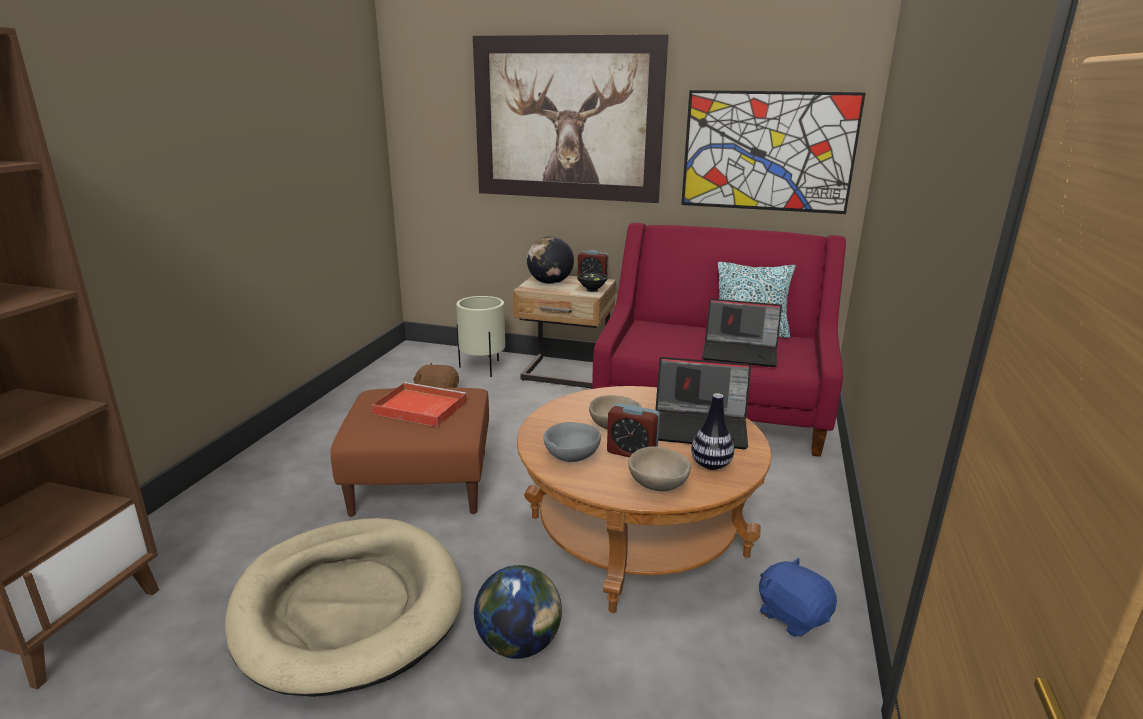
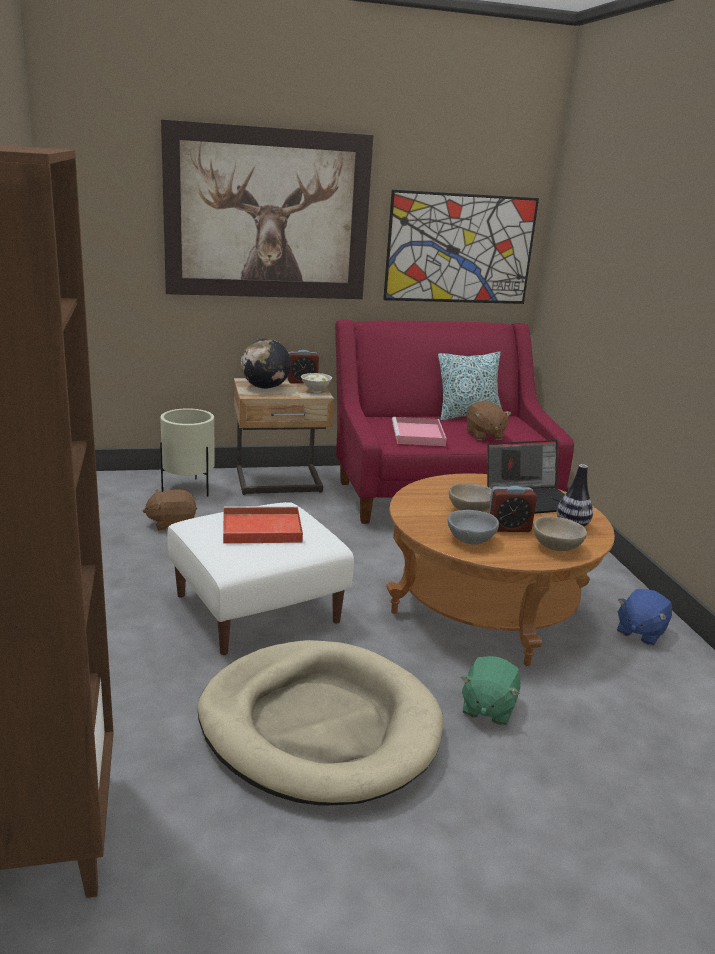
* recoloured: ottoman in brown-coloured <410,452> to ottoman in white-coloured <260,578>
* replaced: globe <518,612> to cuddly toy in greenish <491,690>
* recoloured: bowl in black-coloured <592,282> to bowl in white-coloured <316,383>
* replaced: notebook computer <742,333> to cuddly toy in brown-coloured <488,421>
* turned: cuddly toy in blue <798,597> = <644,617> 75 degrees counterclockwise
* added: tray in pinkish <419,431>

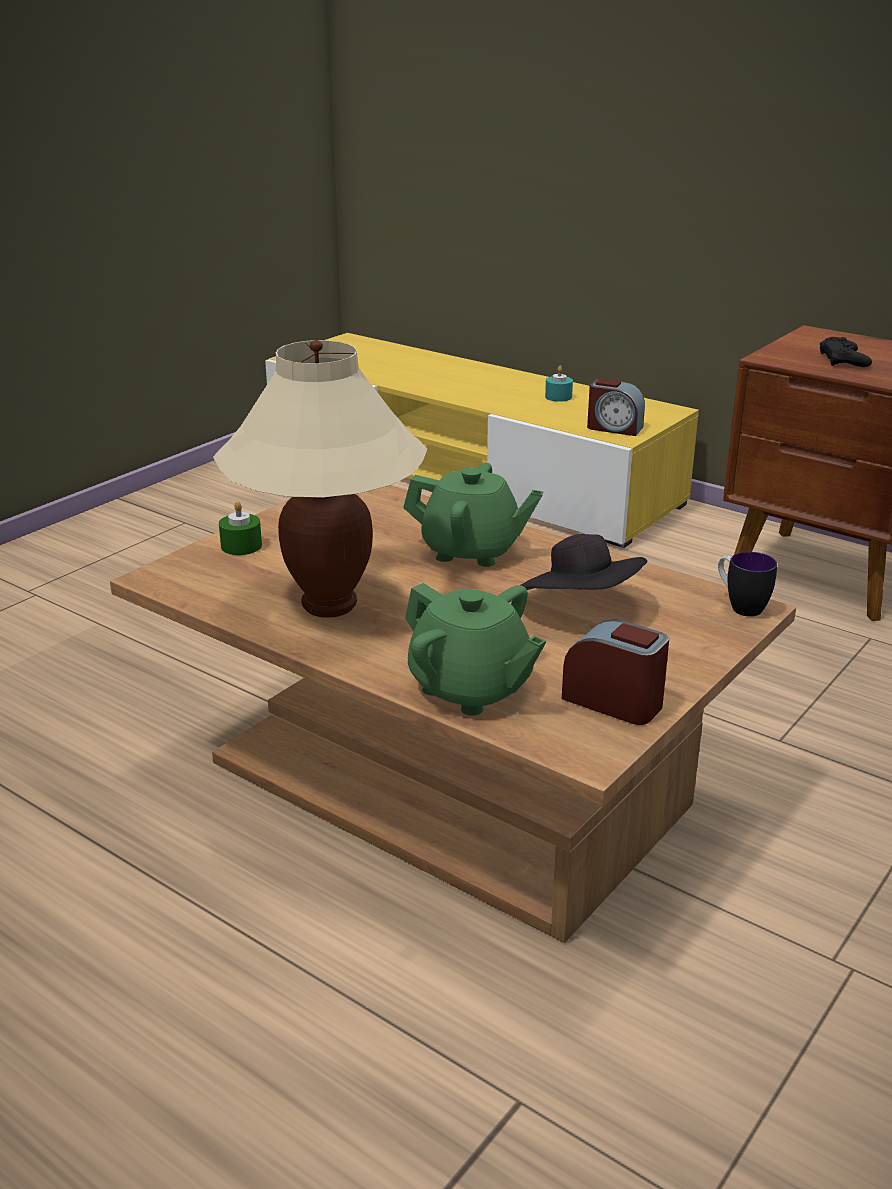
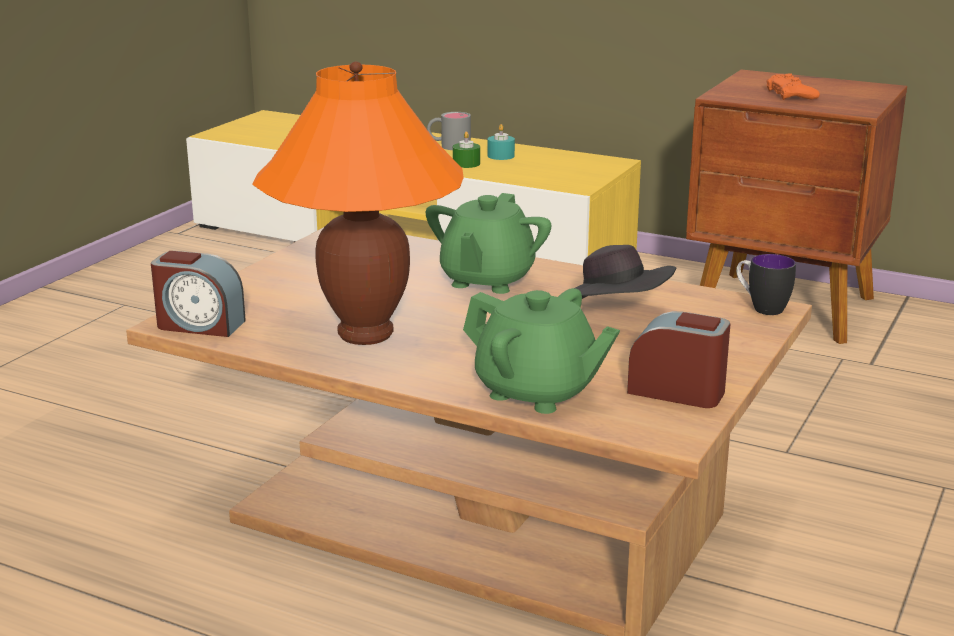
* recoloured: lamp for a table in beige-coloured <320,479> to lamp for a table in orange-coloured <358,203>
* moved: candle in greenish <240,528> to <466,149>
* turned: pot for tea in greenish <473,515> = <488,243> 105 degrees clockwise
* moved: table clock <616,407> to <198,294>
* recoloured: game controller in black-coloured <846,352> to game controller in orange-coloured <793,86>
* added: coffee mug in grey <449,131>

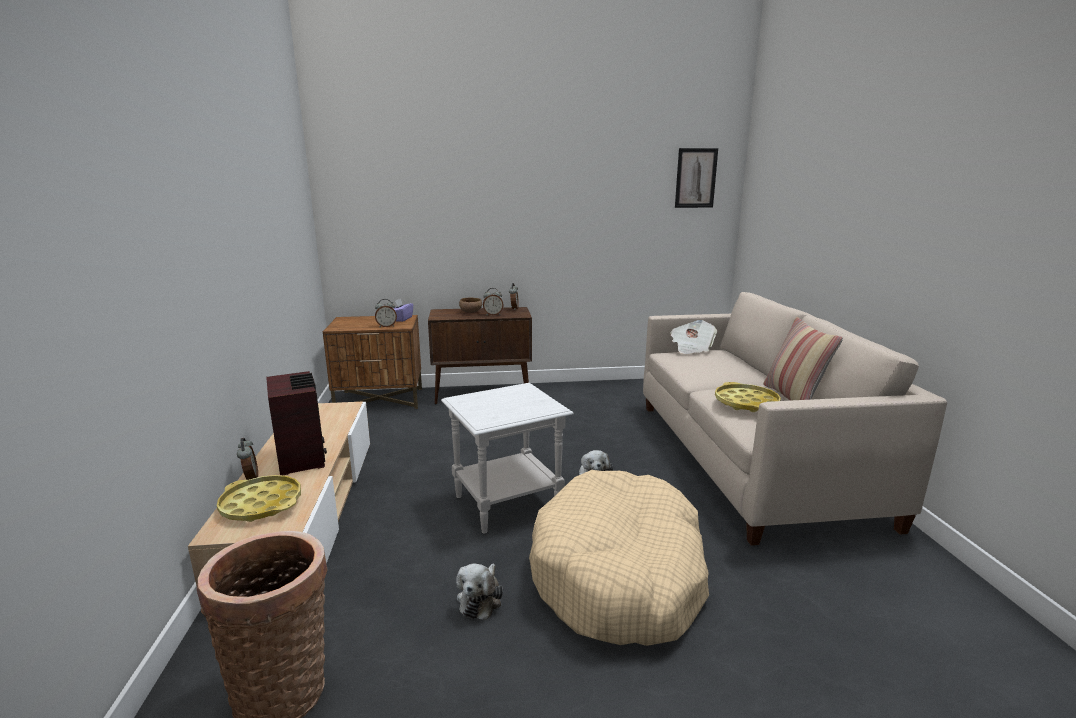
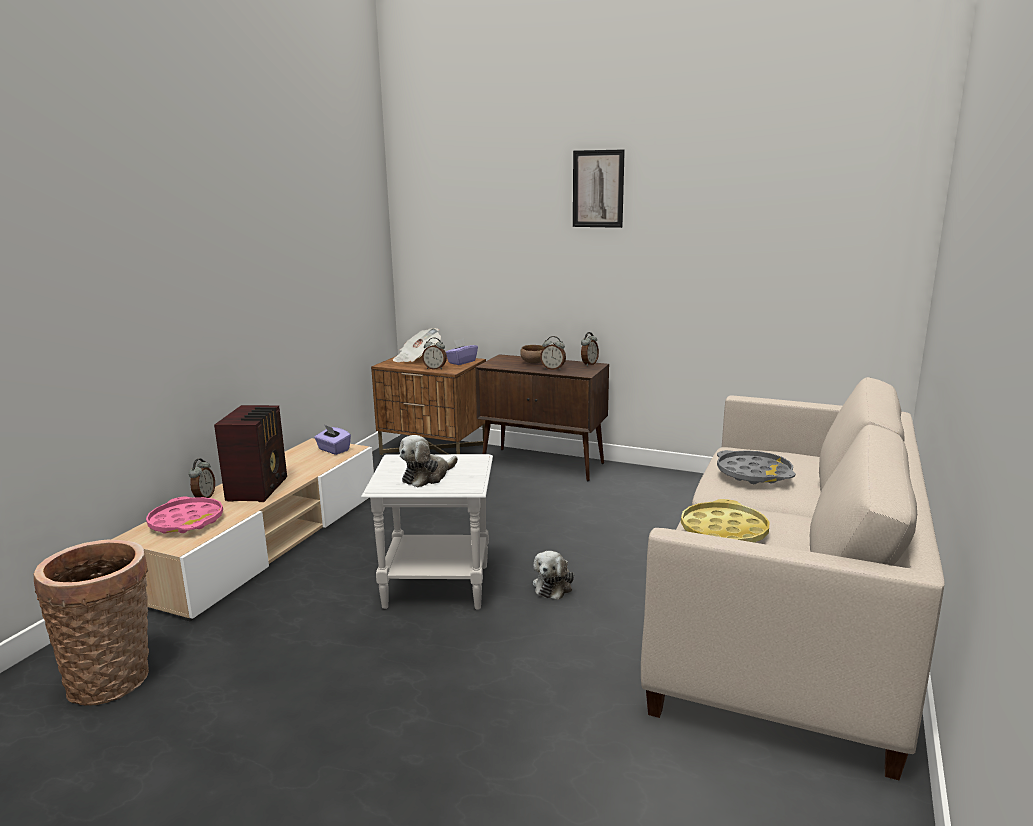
* recoloured: tray in yellow <259,498> to tray in pinkish <184,515>
* moved: cuddly toy <479,592> to <428,461>
* removed: pet bed in beige-coloured <619,558>
* moved: printed paper <693,337> to <417,345>
* moved: wall picture <696,178> to <599,188>
* removed: throw pillow <803,359>
* added: tissue box in purple <332,440>
* added: tray in grey <756,467>

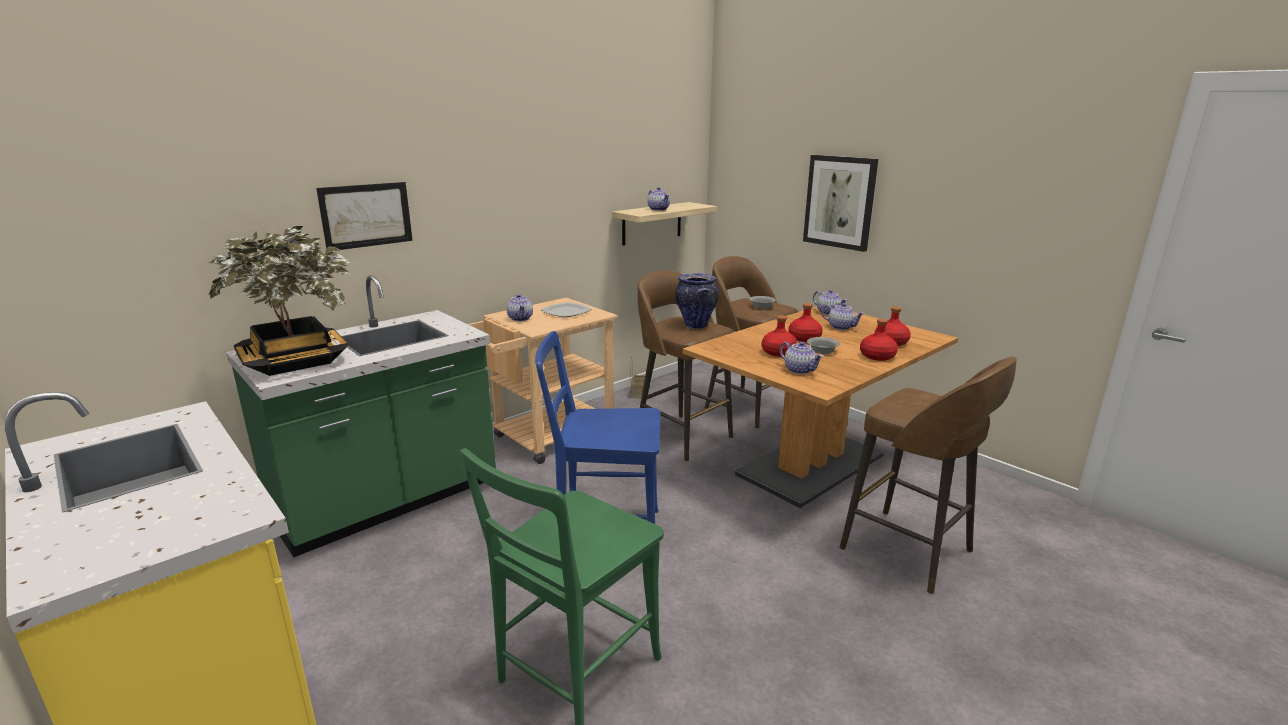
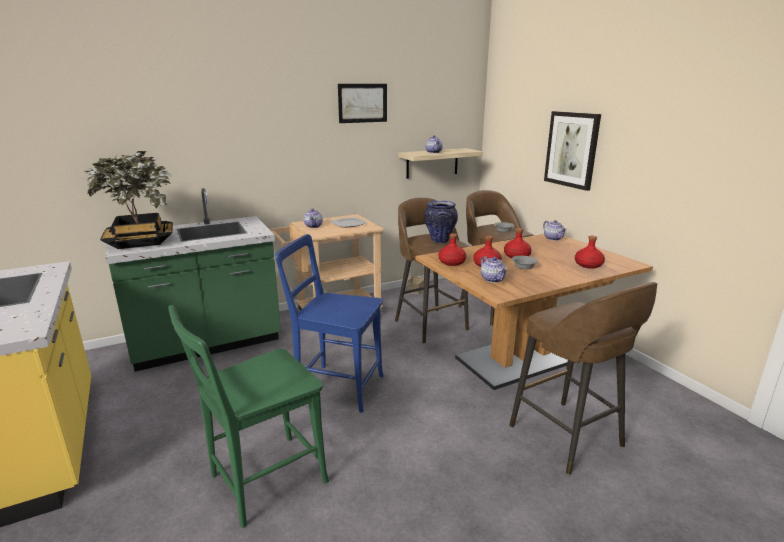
* moved: wall picture <364,216> to <362,103>
* removed: pot for tea <843,316>
* moved: bottle in reddish <879,340> to <452,249>

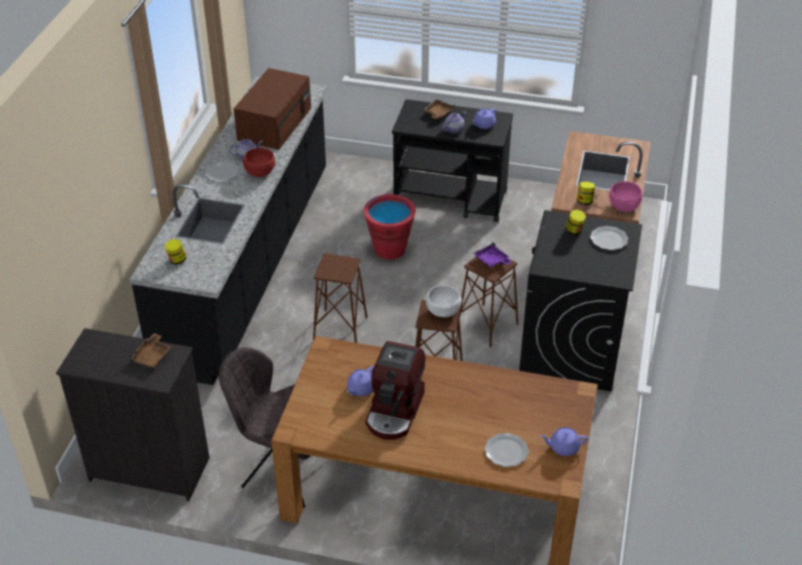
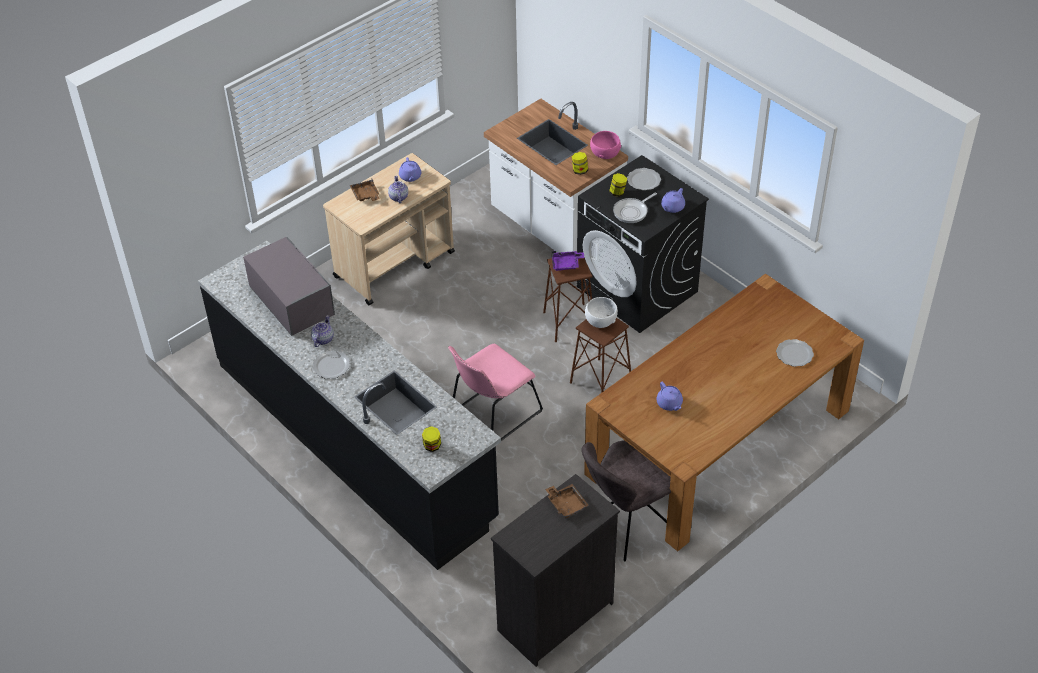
* recoloured: microwave in brown-coloured <272,109> to microwave in grey <289,286>
* removed: bowl in reddish <259,162>
* replaced: stool seat in brown-coloured <340,298> to plain chair in pinkish <495,392>
* removed: bucket in reddish <390,227>
* removed: coffee machine <395,390>
* recoloured: cart in black-coloured <452,160> to cart in beige-coloured <389,229>
* moved: pot for tea in purple <564,441> to <673,200>
* added: frying pan <635,207>

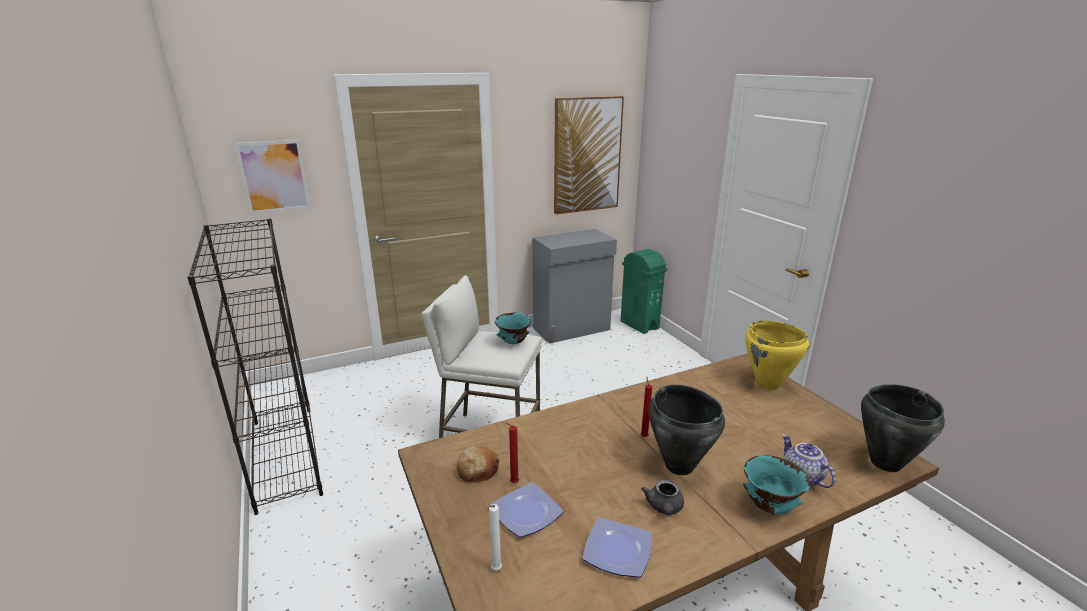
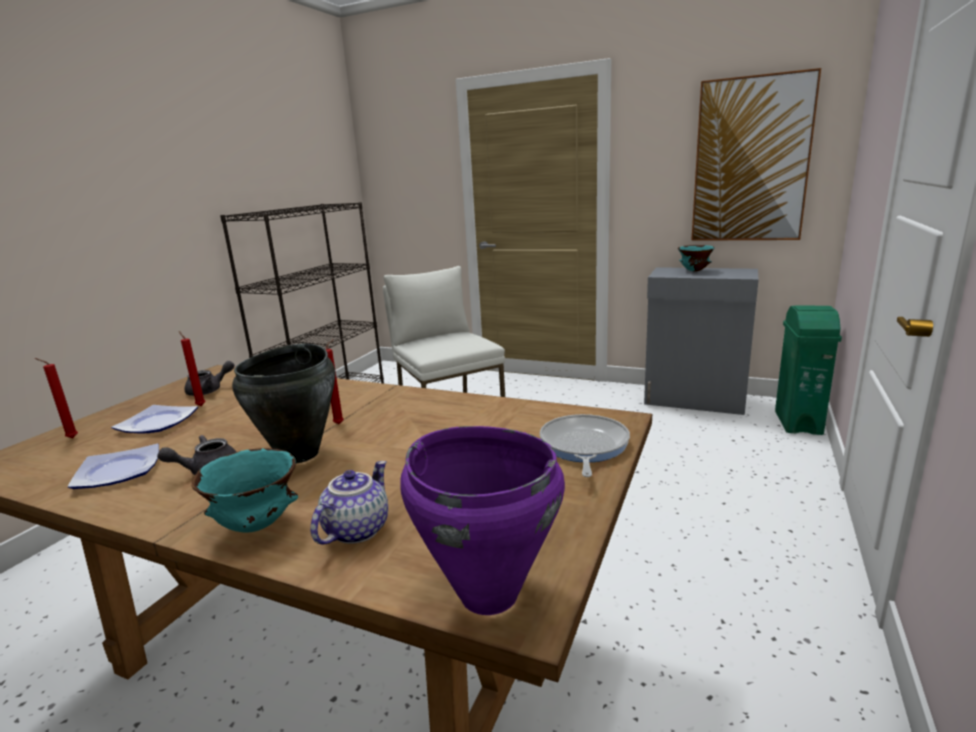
* removed: wall picture <272,177>
* replaced: baked bread <478,463> to pot for tea in grey <209,378>
* recoloured: candle in white-coloured <495,537> to candle in reddish <56,398>
* moved: bowl in turquoise-coloured <513,328> to <696,258>
* replaced: cooking pot in yellow <777,355> to frying pan <585,445>
* recoloured: cooking pot in black-coloured <903,428> to cooking pot in purple <482,520>

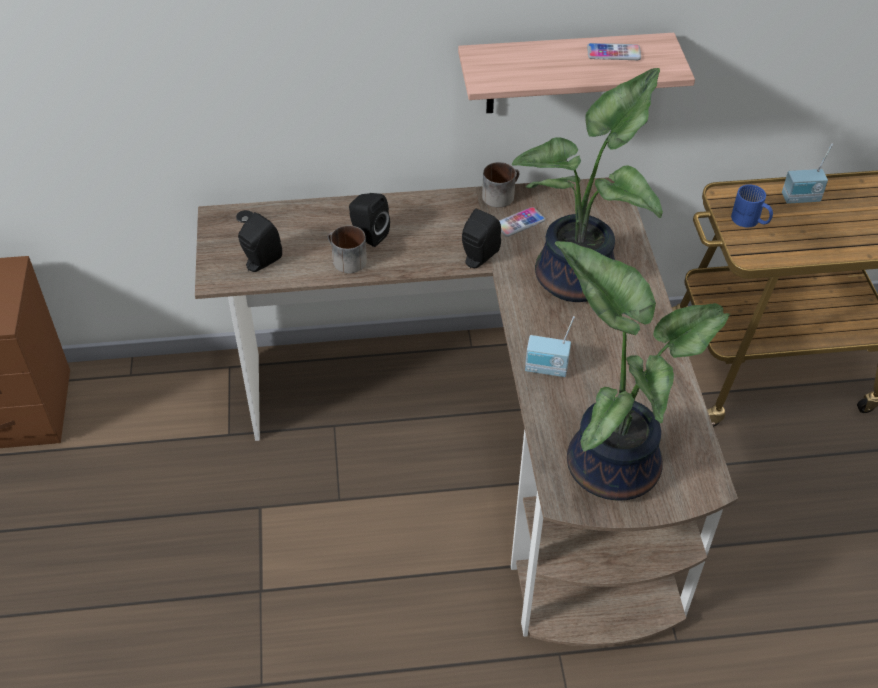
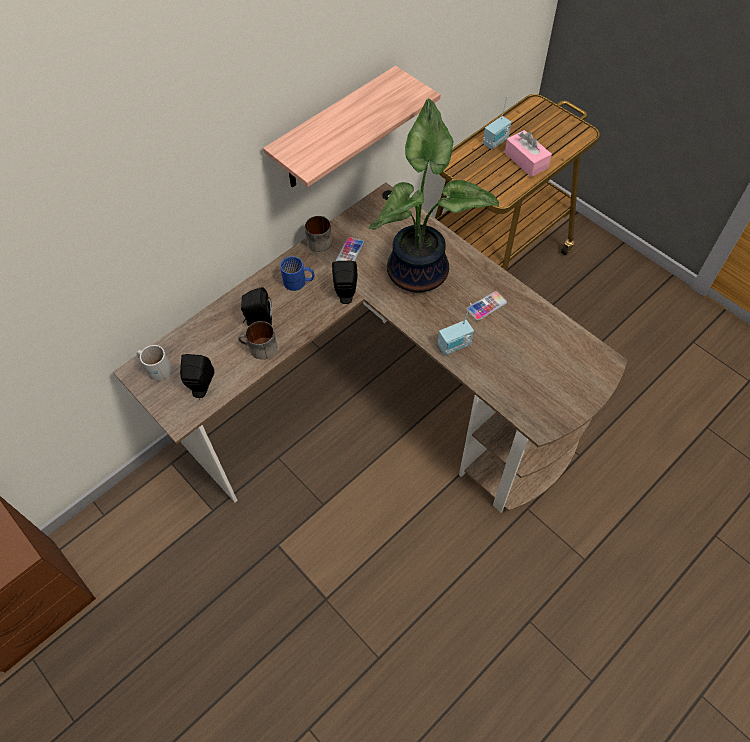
* removed: plant in a pot <642,371>
* moved: handset <614,51> to <486,306>
* moved: coffee mug in blue <752,206> to <297,273>
* added: coffee mug in white-coloured <154,363>
* added: tissue box in pinkish <528,153>

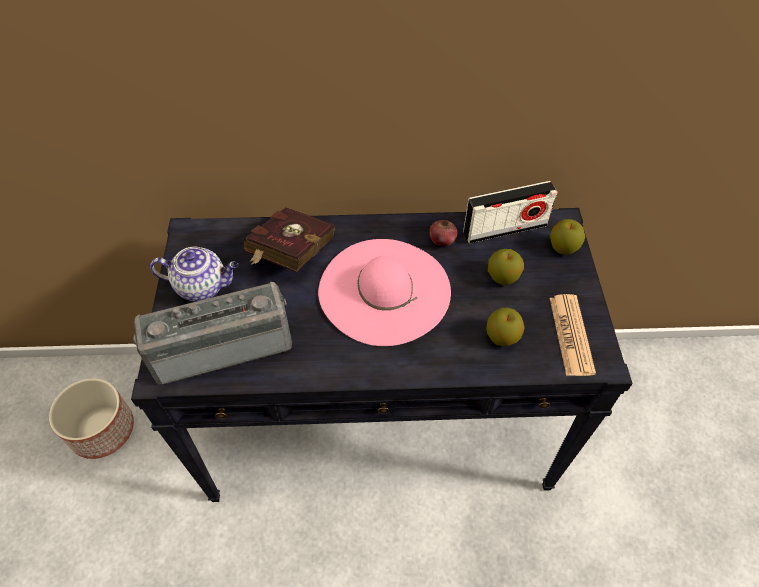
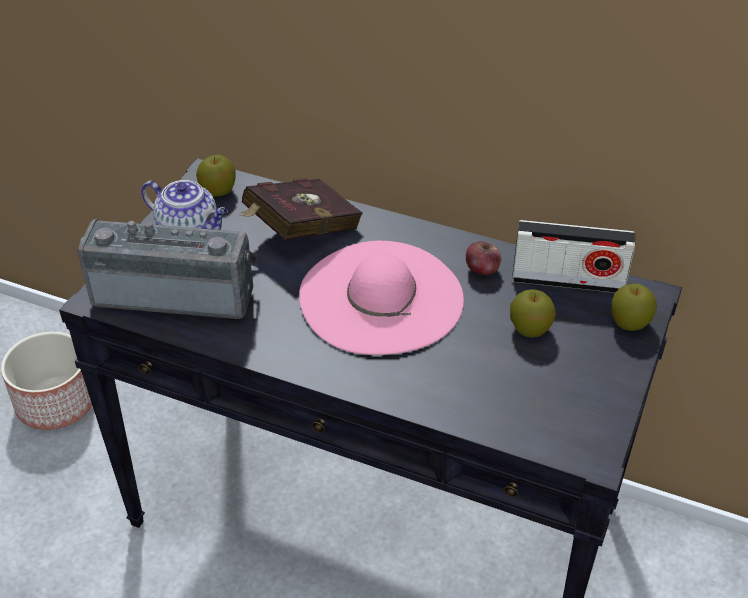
* moved: whole apple <505,327> to <216,176>
* removed: printed paper <573,335>

